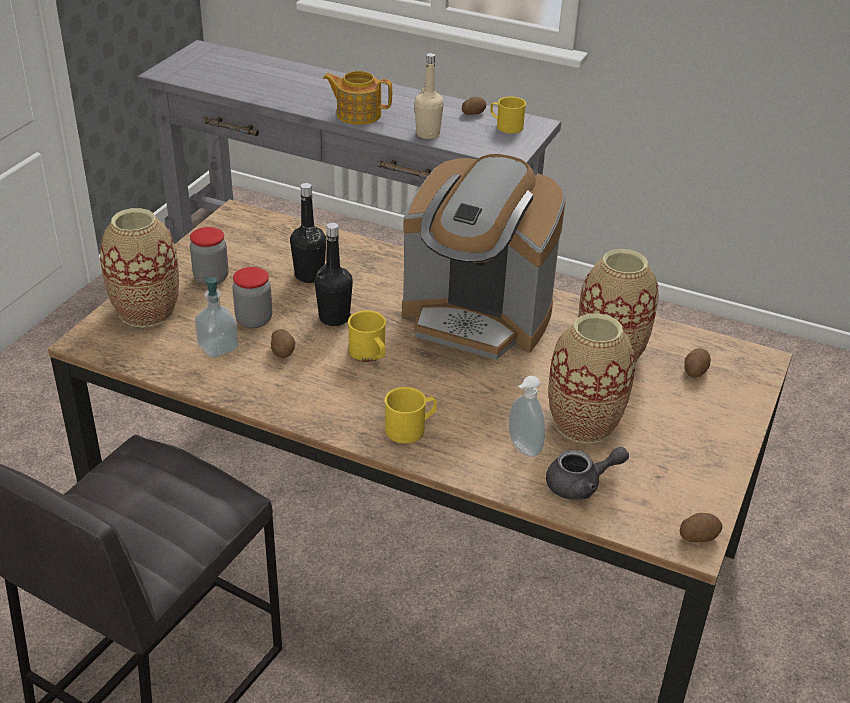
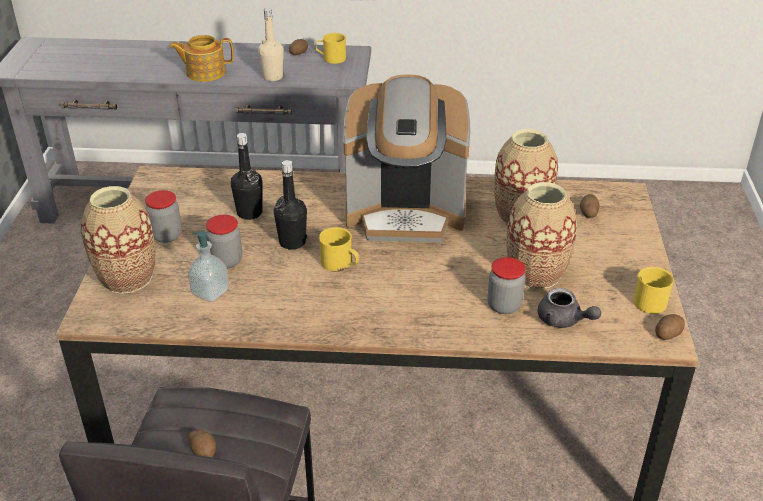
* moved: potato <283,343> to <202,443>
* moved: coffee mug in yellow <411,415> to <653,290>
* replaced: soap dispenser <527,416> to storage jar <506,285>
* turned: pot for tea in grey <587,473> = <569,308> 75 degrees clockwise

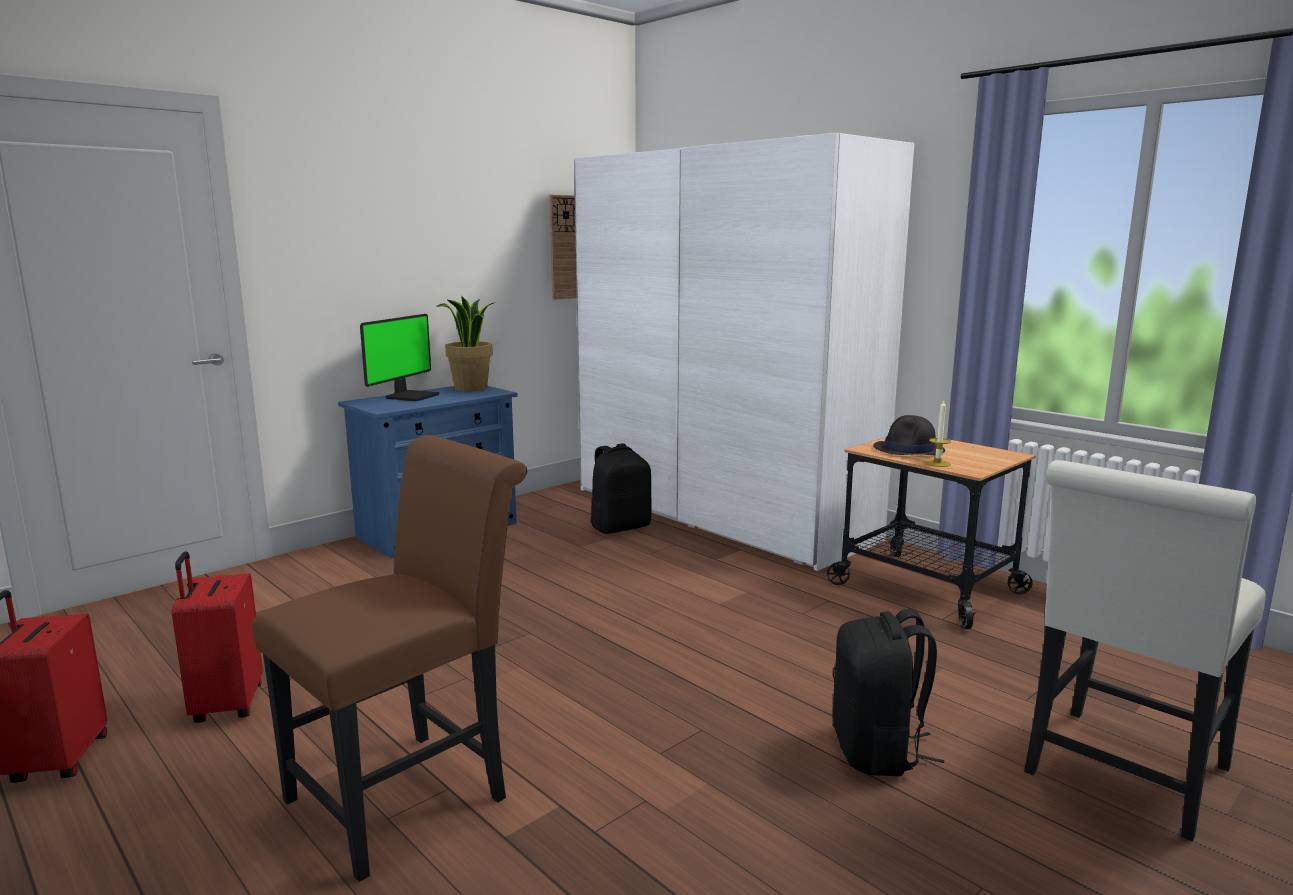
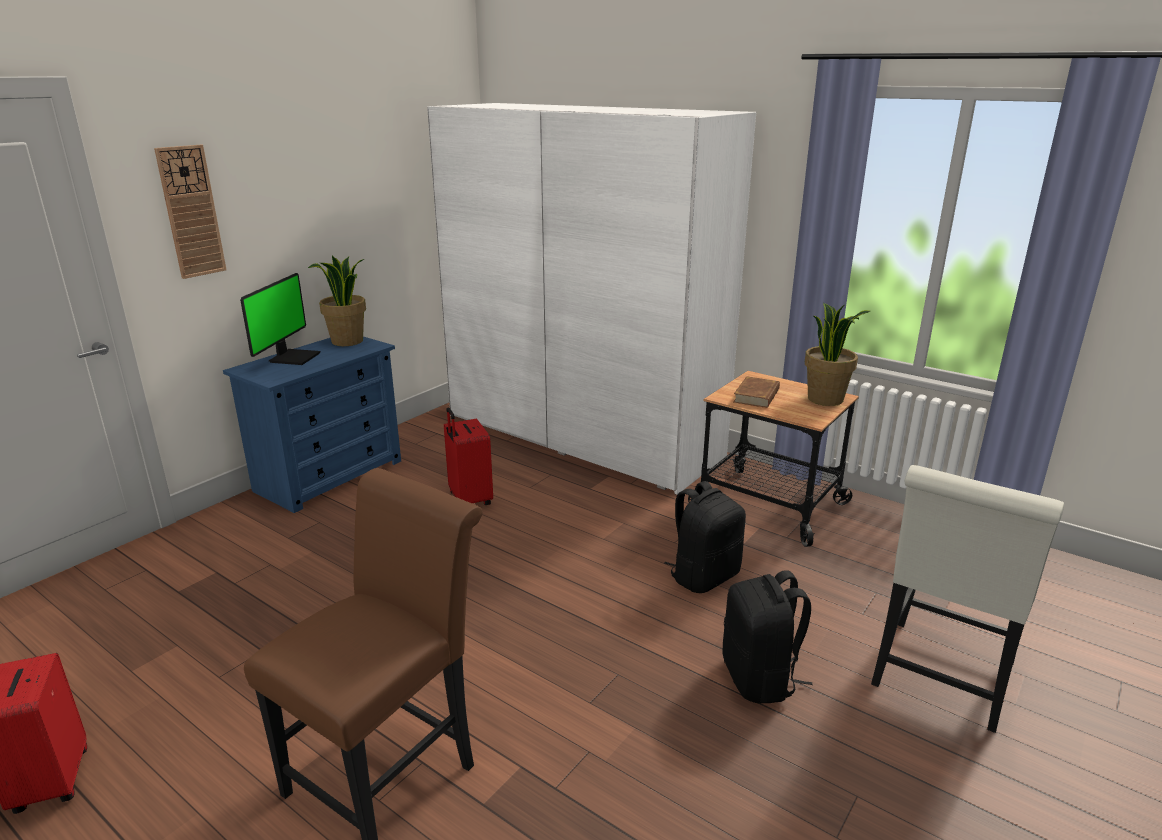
* moved: suitcase in reddish <217,637> to <468,456>
* moved: hanging clock <563,247> to <190,212>
* moved: rucksack in black-coloured <621,488> to <705,537>
* replaced: clothing hat in black-coloured <909,435> to book in brown-coloured <756,392>
* removed: candle <938,433>
* added: plant in a pot <837,354>

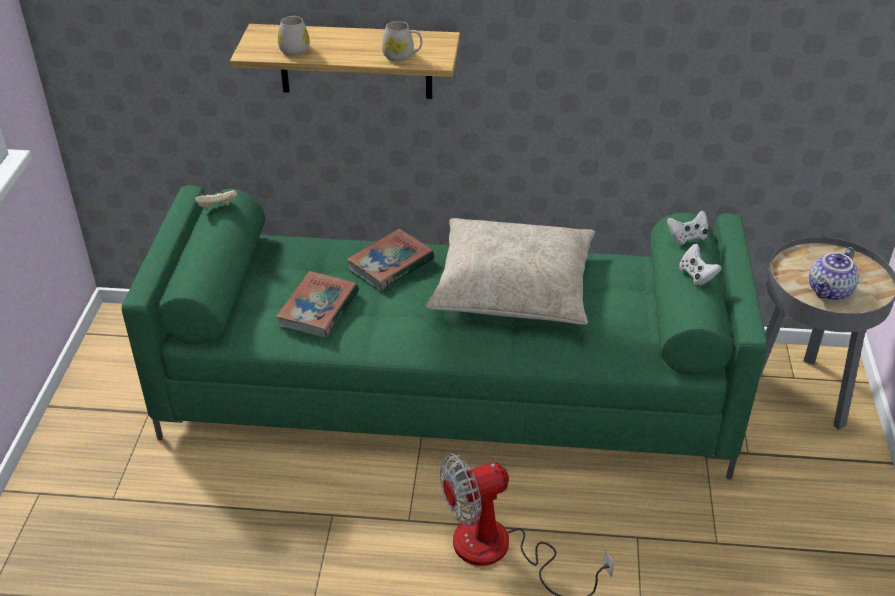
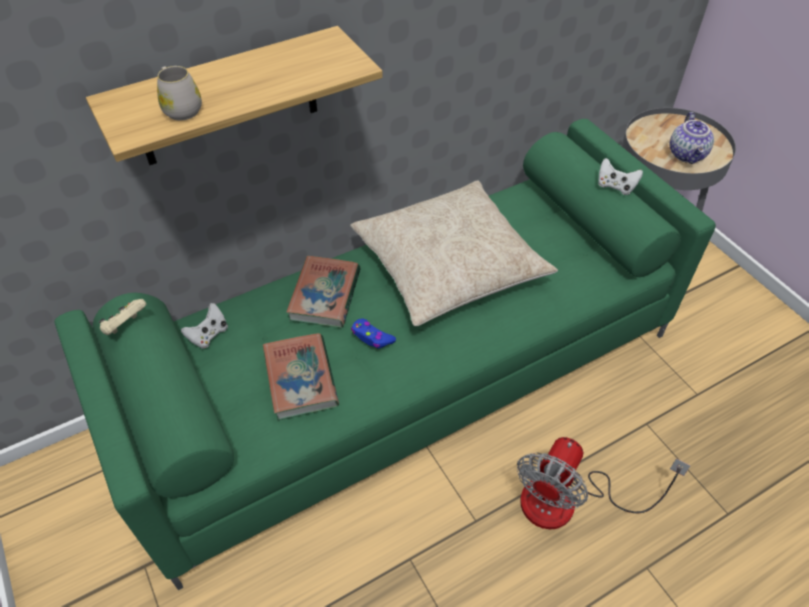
* removed: coffee mug in white-coloured <402,41>
* moved: game controller in white-coloured <687,227> to <204,326>
* added: game controller in blue <373,334>

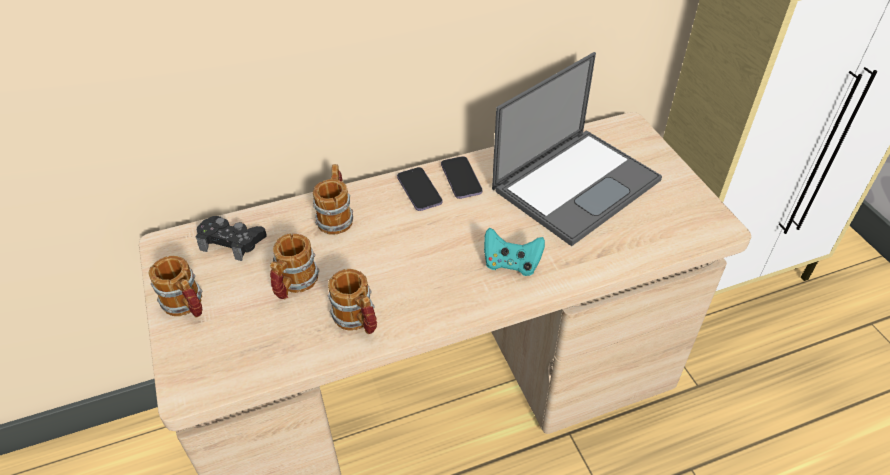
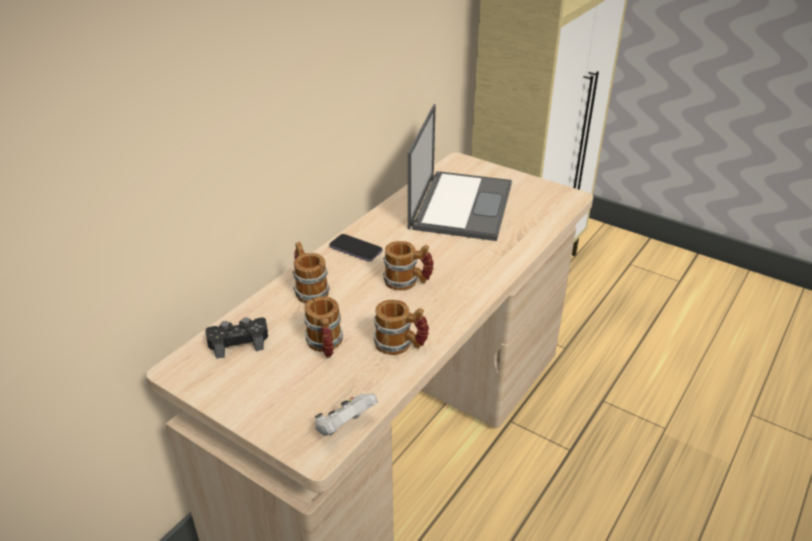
* moved: coffee mug <176,287> to <408,266>
* removed: handset <461,177>
* removed: game controller in turquoise-coloured <514,252>
* added: game controller in white-coloured <346,414>

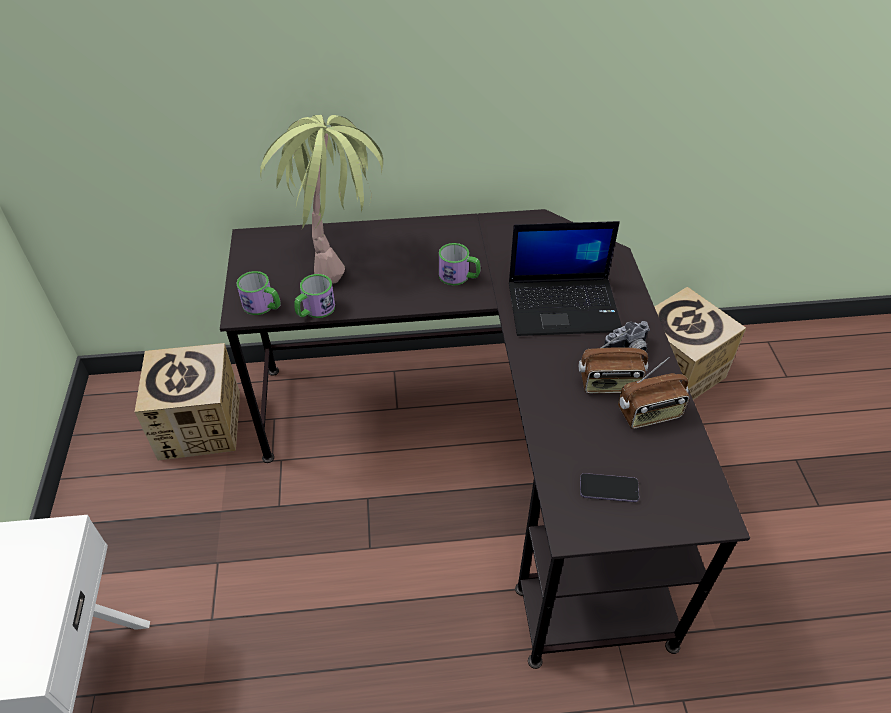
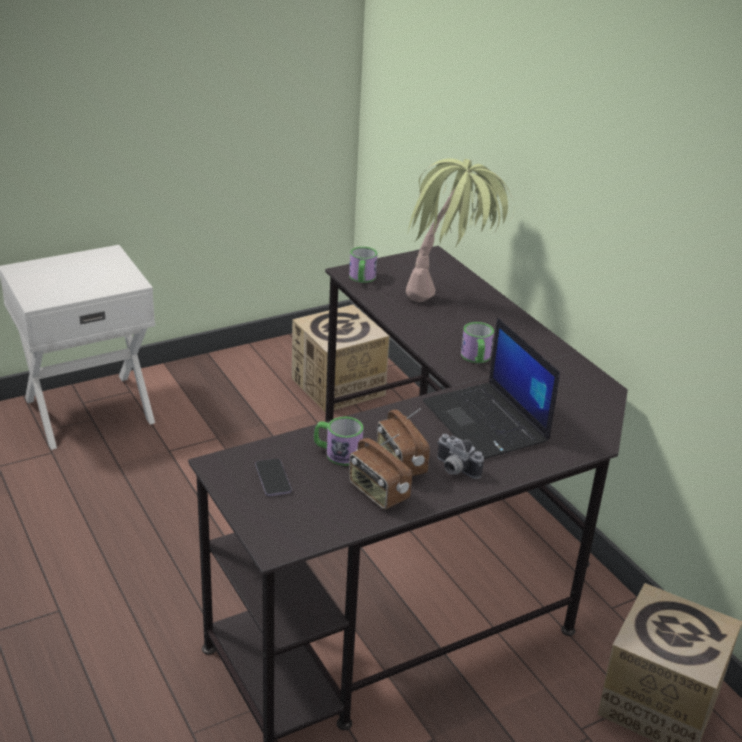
* moved: coffee mug <314,296> to <339,441>

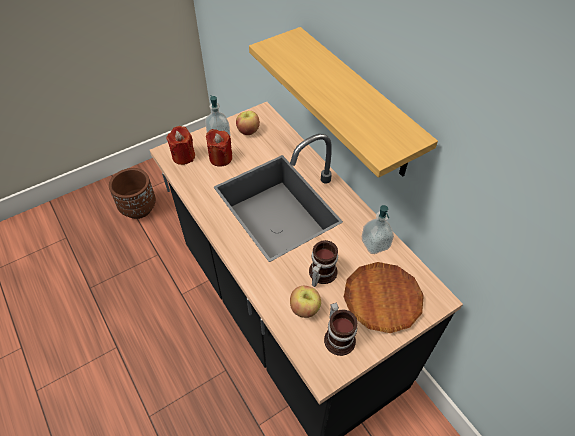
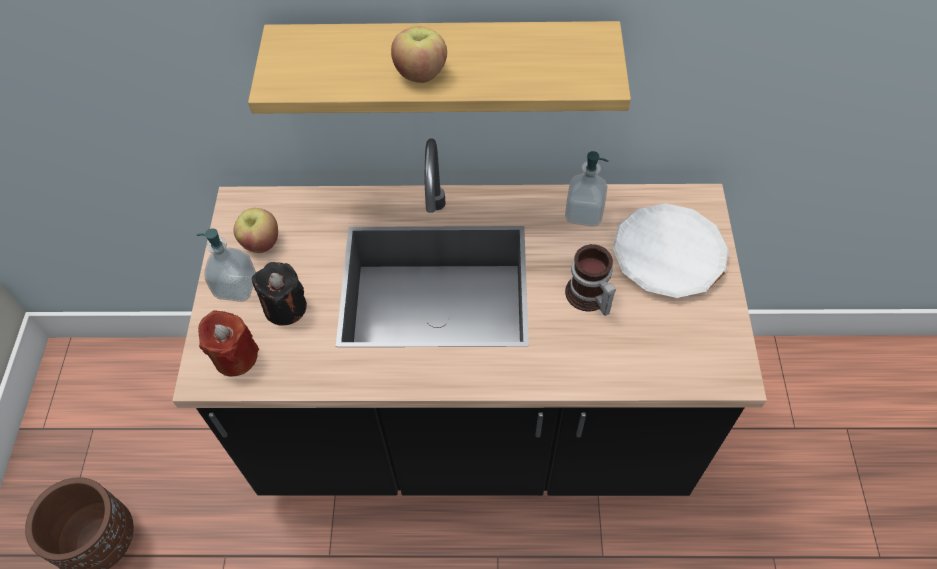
* recoloured: candle in reddish <219,148> to candle in black-coloured <279,293>
* moved: whole apple <305,302> to <419,54>
* removed: coffee mug <340,329>
* recoloured: plate in brown-coloured <384,297> to plate in white-coloured <671,250>

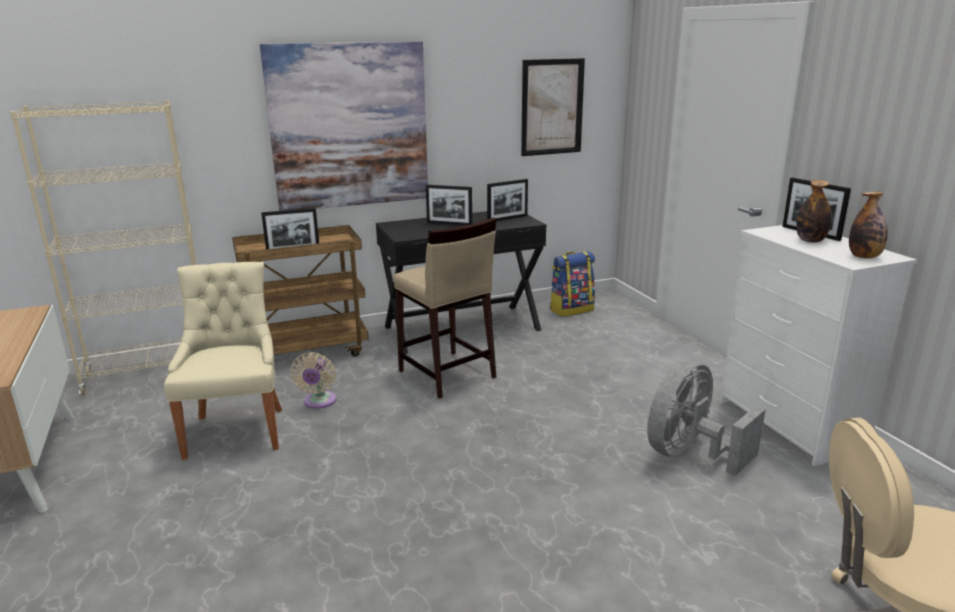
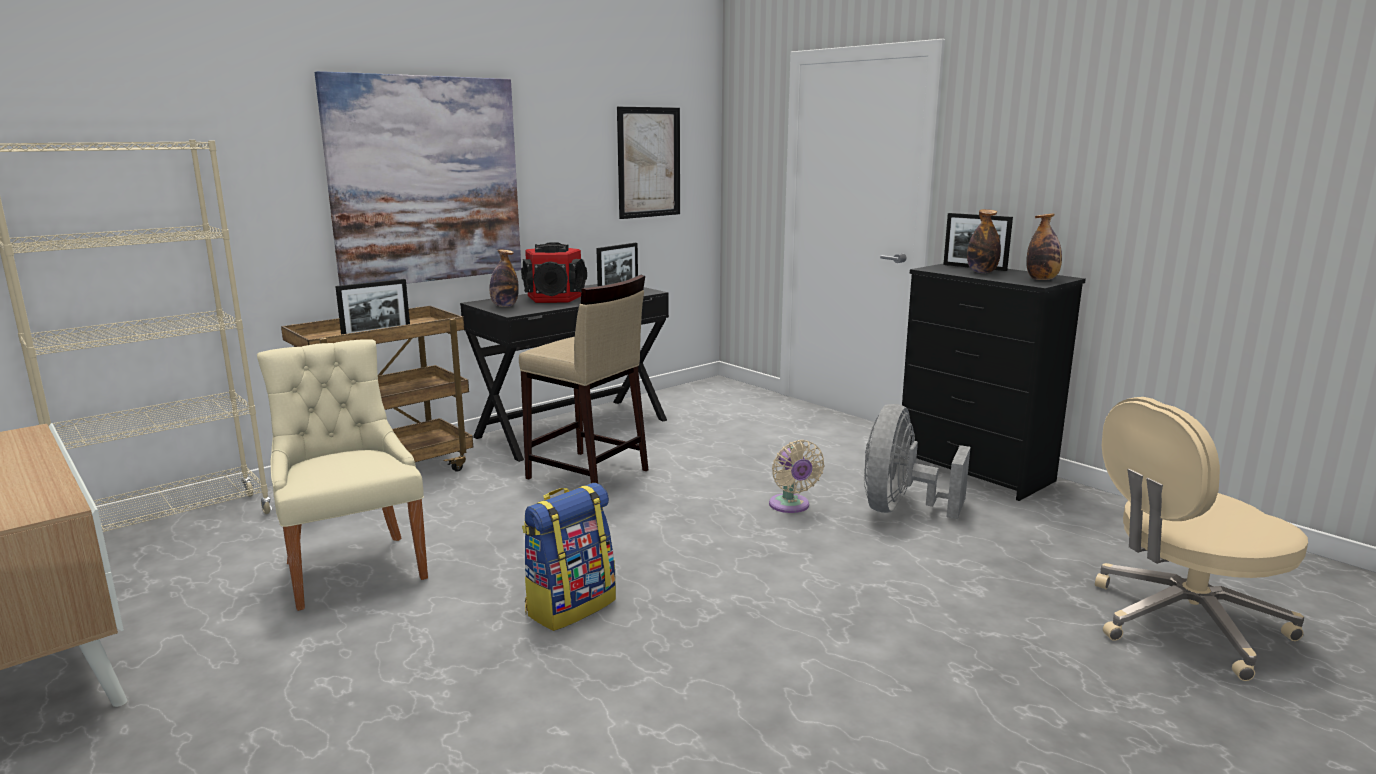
* moved: cooling fan in beige-coloured <313,380> to <797,476>
* replaced: photo frame <449,205> to audio speaker <554,272>
* moved: rucksack <572,284> to <569,557>
* recoloured: drawer chest in white-coloured <818,345> to drawer chest in black-coloured <994,382>
* added: bottle <504,278>

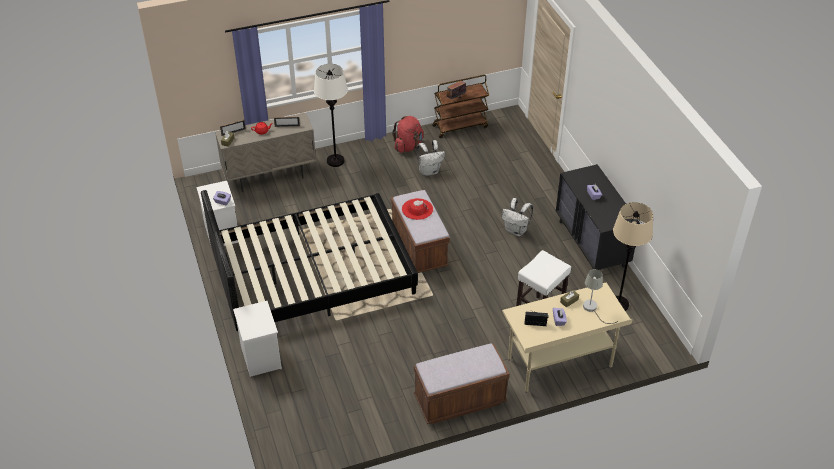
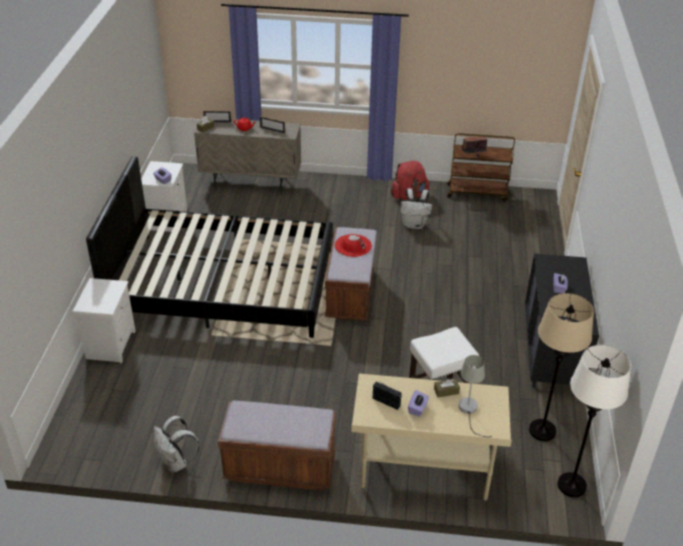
* moved: floor lamp in white-coloured <331,115> to <594,421>
* moved: rucksack in white-coloured <517,217> to <176,444>

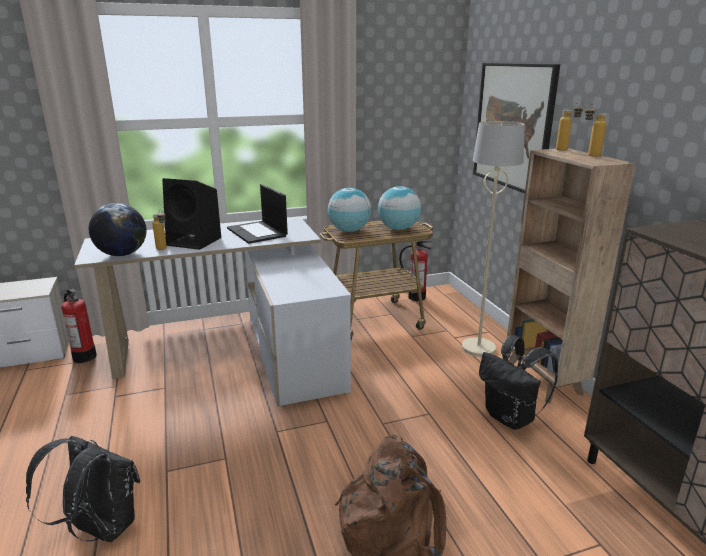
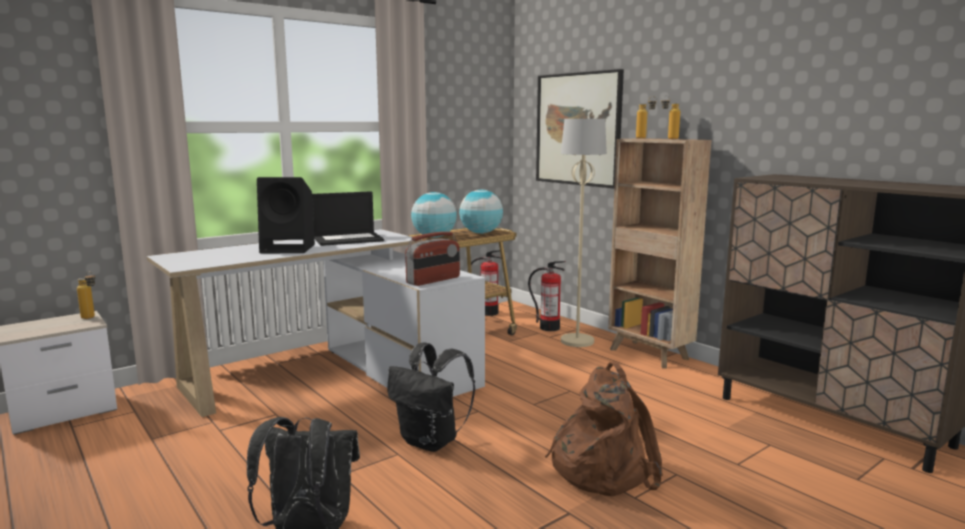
* moved: fire-fighting cylinder <79,326> to <547,296>
* removed: globe <117,229>
* moved: bottle <159,229> to <86,295>
* turned: notebook computer <257,214> = <348,218> 60 degrees counterclockwise
* moved: rucksack in black-coloured <518,382> to <431,397>
* added: radio receiver <432,259>

